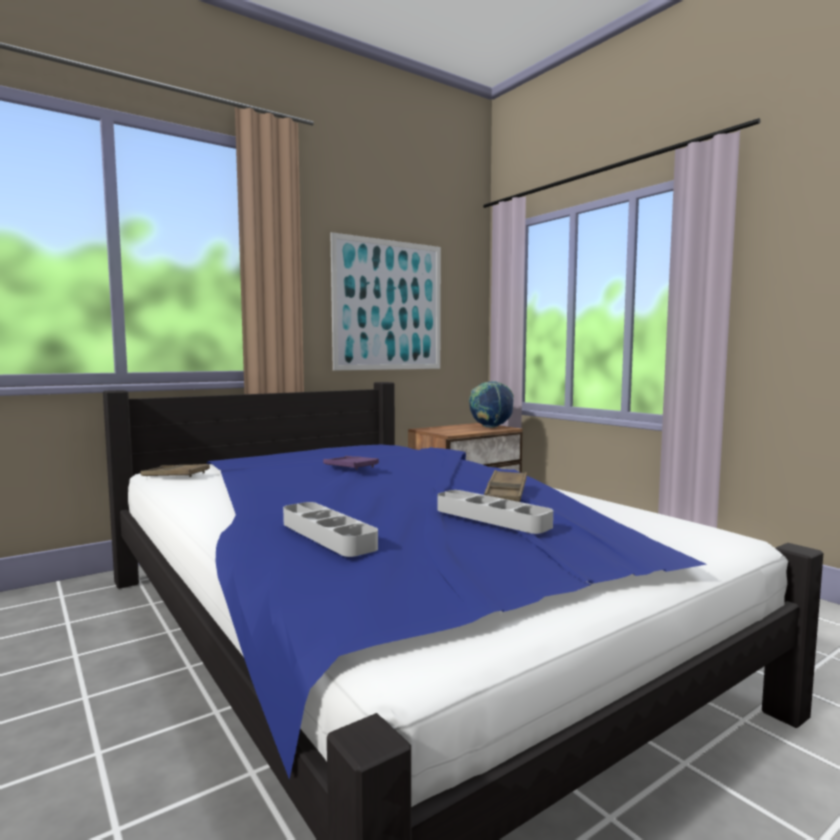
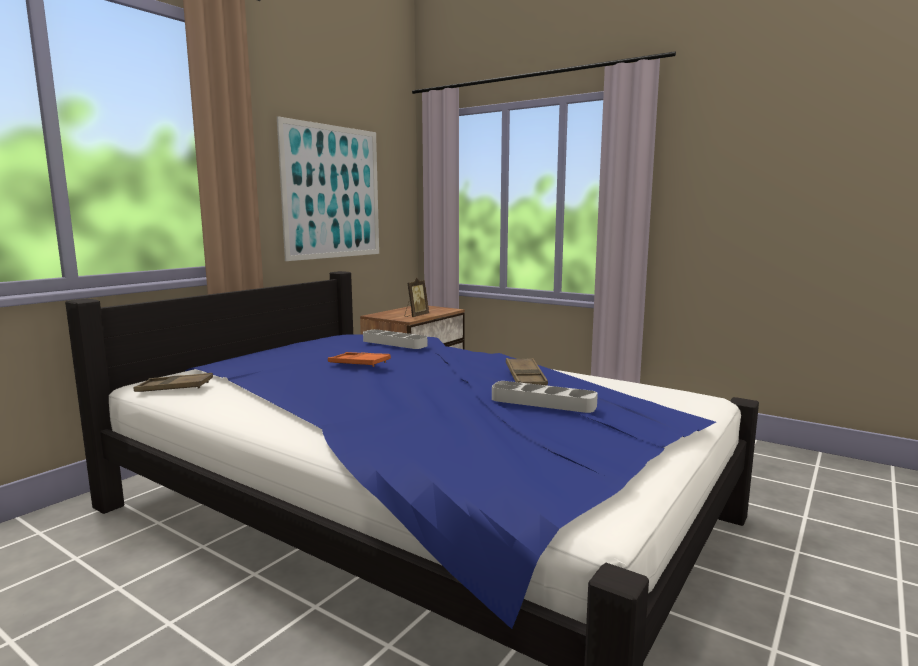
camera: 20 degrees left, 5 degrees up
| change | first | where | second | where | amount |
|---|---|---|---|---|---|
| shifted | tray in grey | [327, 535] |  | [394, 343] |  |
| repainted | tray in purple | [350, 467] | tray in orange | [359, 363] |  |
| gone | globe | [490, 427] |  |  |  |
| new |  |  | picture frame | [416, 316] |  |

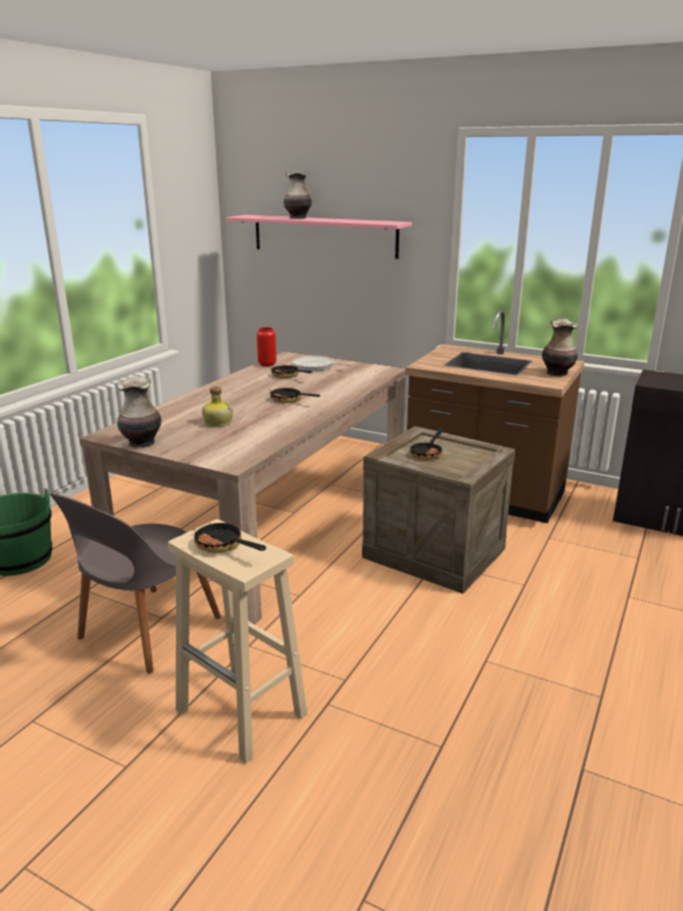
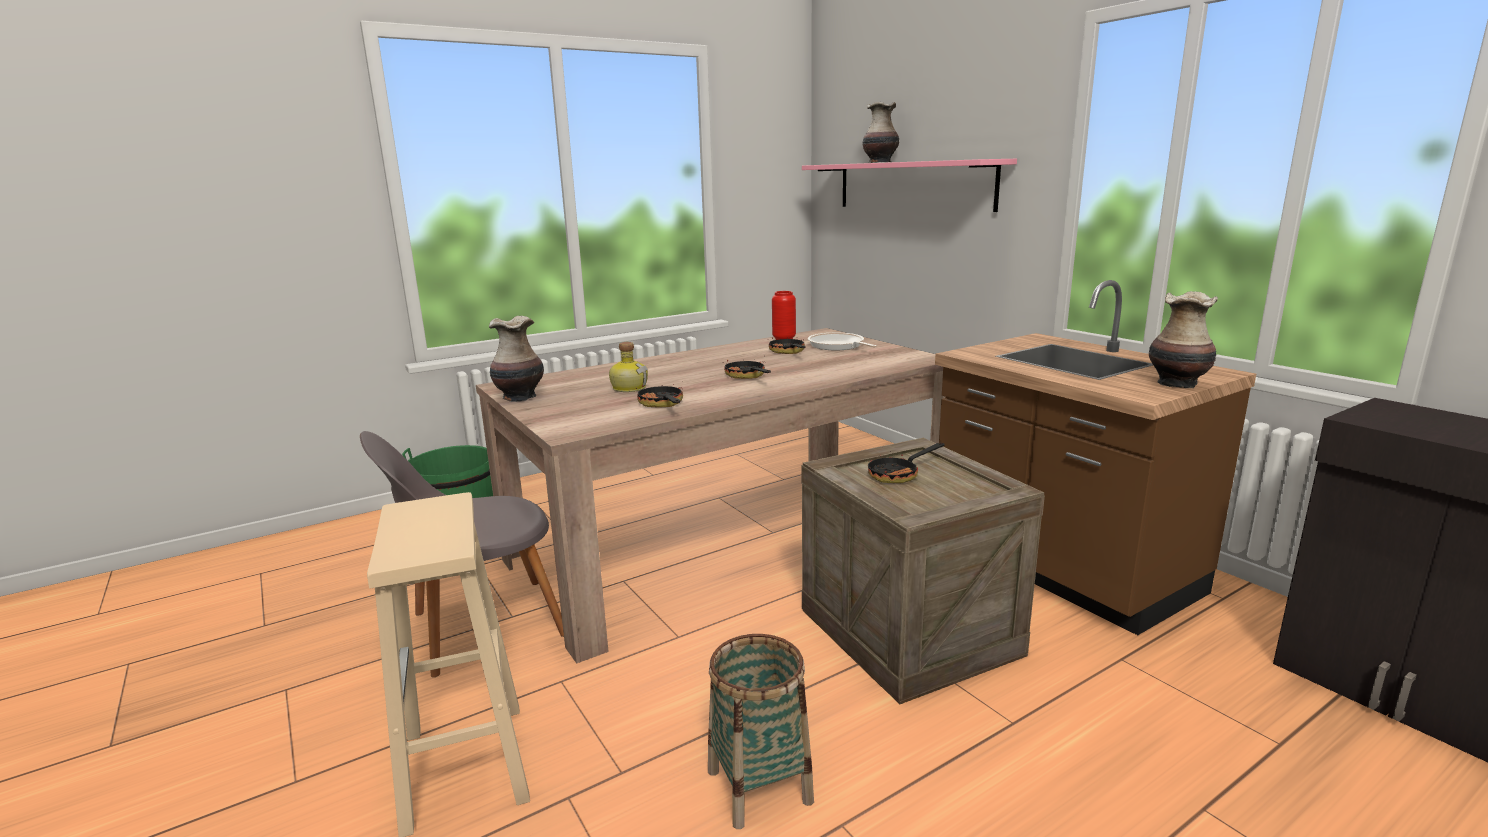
camera: 30 degrees right, 5 degrees down
| change | first | where | second | where | amount |
|---|---|---|---|---|---|
| shifted | frying pan | [223, 546] |  | [662, 404] |  |
| new |  |  | basket | [759, 786] |  |

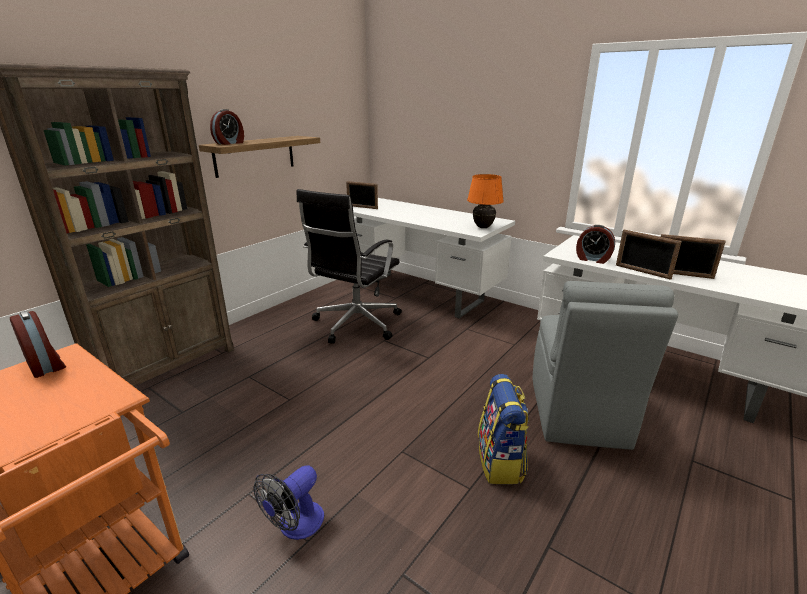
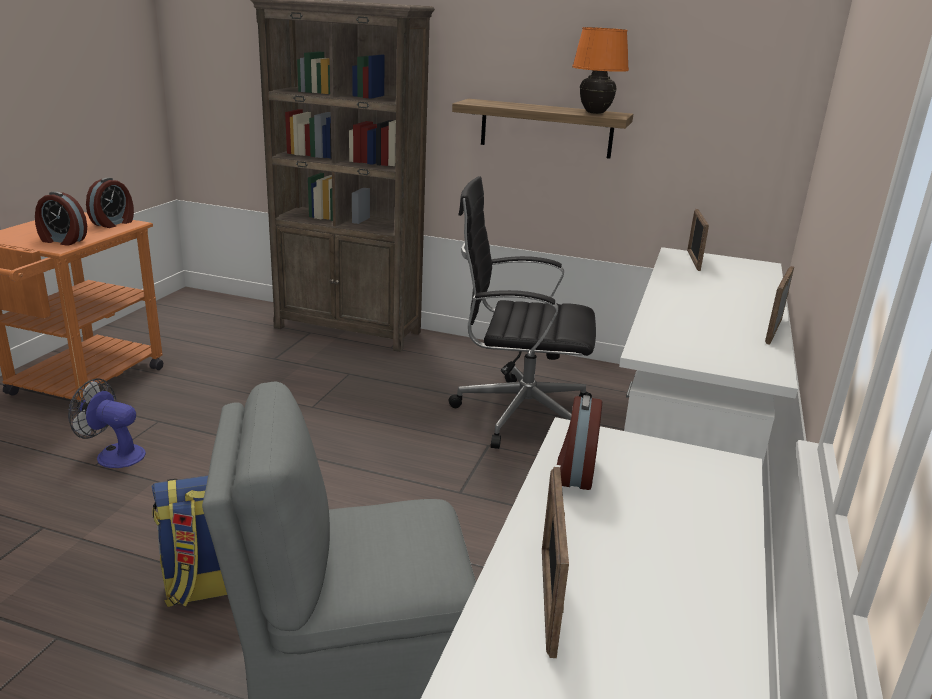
camera: 70 degrees right, 0 degrees up
| change | first | where | second | where | amount |
|---|---|---|---|---|---|
| shifted | alarm clock | [230, 143] |  | [62, 240] |  |
| shifted | table lamp in orange | [483, 227] |  | [595, 113] |  |
| shifted | picture frame | [642, 272] |  | [773, 330] |  |

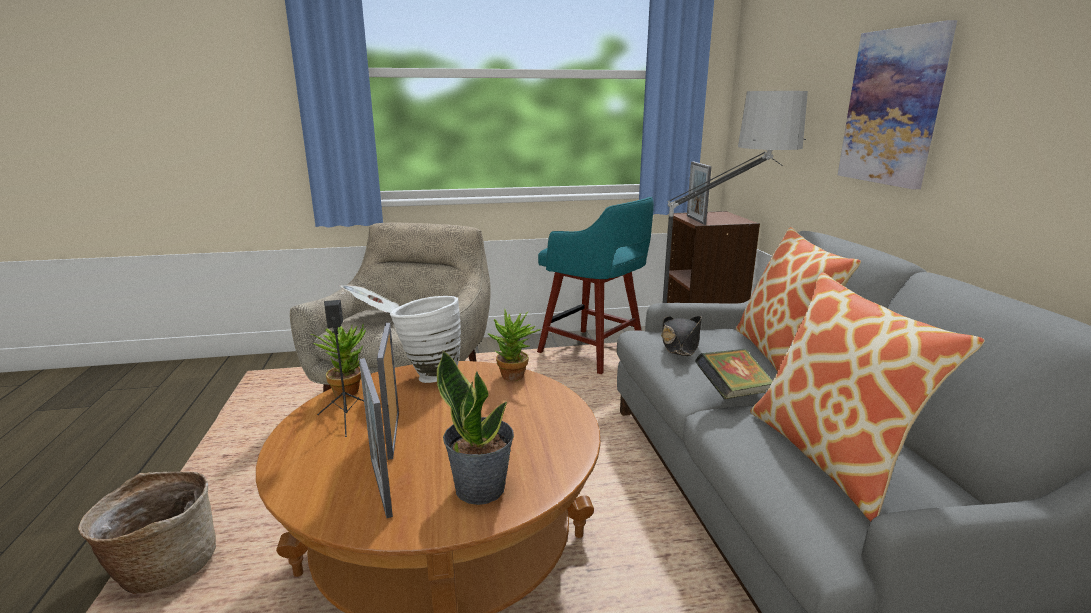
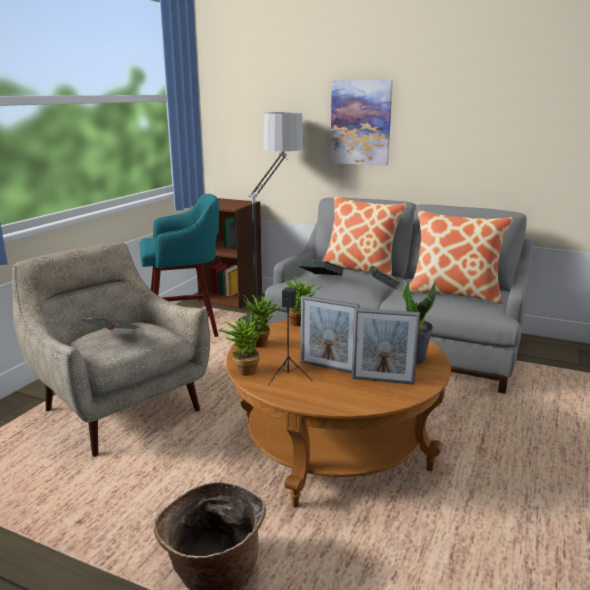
camera: 55 degrees left, 0 degrees up
| change | first | where | second | where | amount |
|---|---|---|---|---|---|
| swapped | vase in white | [429, 375] | potted plant | [261, 343] |  |
| swapped | hat in black | [680, 344] | book | [321, 279] |  |
| gone | picture frame | [695, 220] |  |  |  |

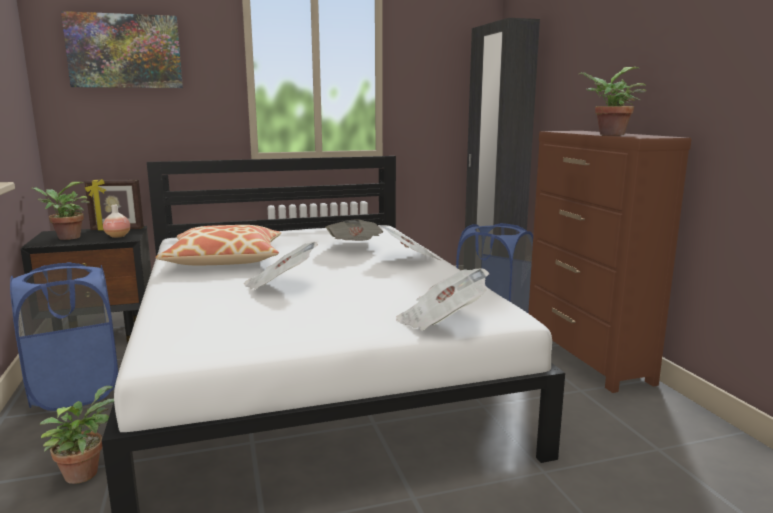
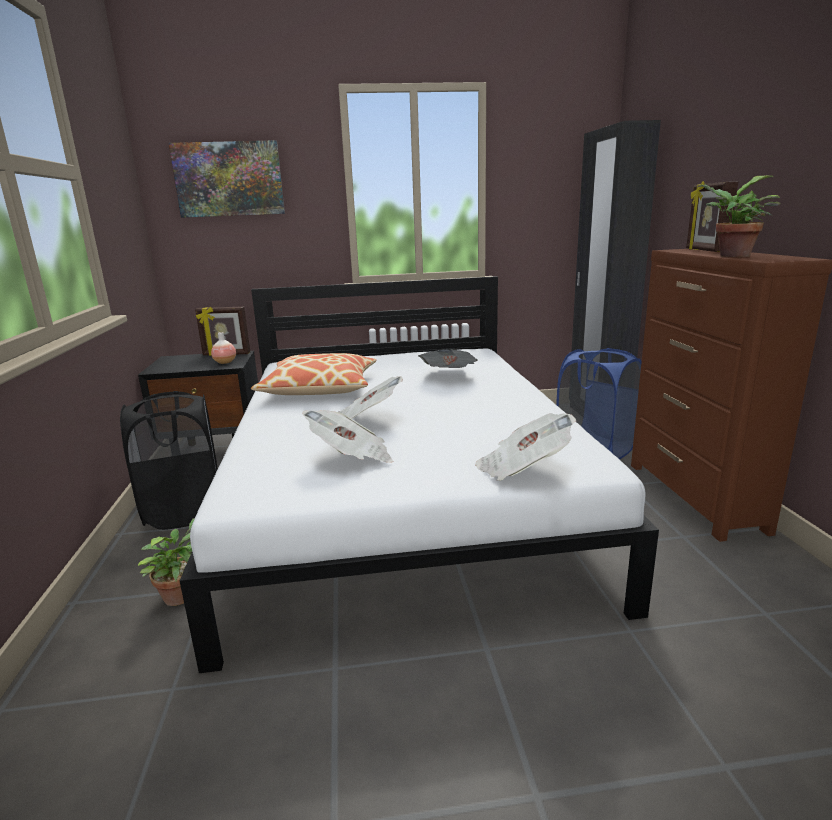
camera: 10 degrees right, 5 degrees up
| change | first | where | second | where | amount |
|---|---|---|---|---|---|
| repainted | laundry basket in blue | [75, 391] | laundry basket in black | [185, 511] |  |
| gone | potted plant | [66, 238] |  |  |  |
| shifted | newspaper | [410, 259] |  | [352, 457] |  |
| new |  |  | picture frame | [704, 251] |  |

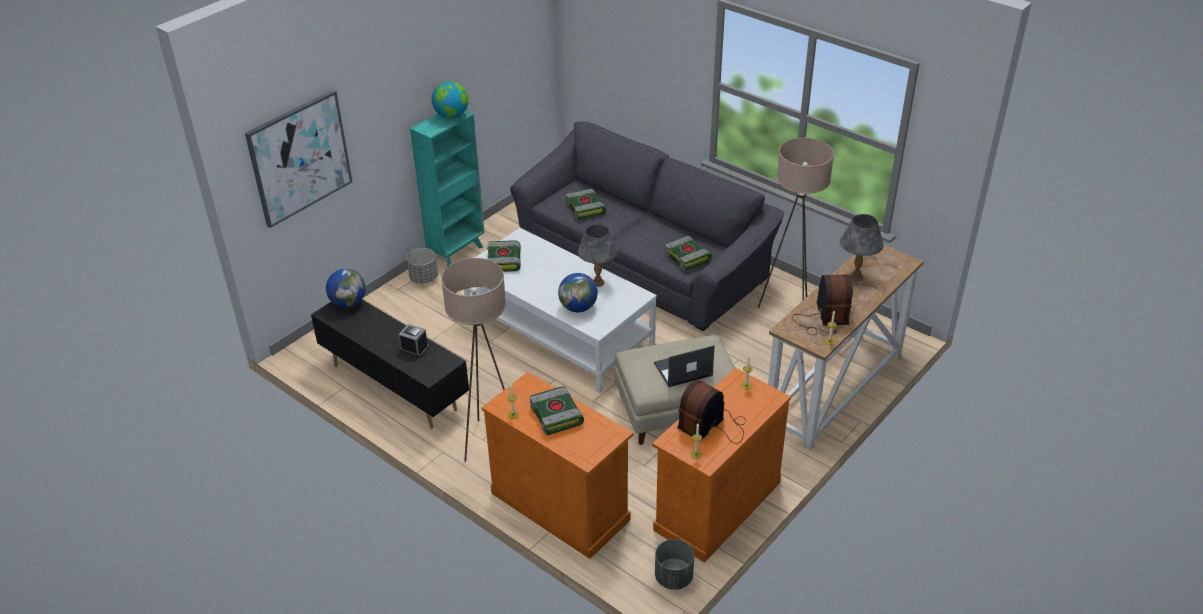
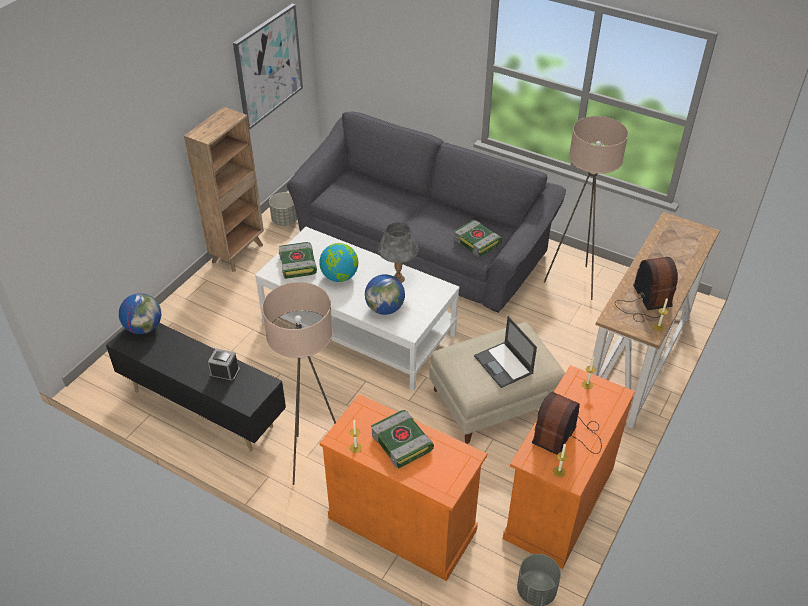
camera: 10 degrees left, 5 degrees up
| change | first | where | second | where | amount |
|---|---|---|---|---|---|
| shifted | picture | [300, 158] |  | [268, 66] |  |
| shifted | planter in grey | [424, 278] |  | [285, 220] |  |
| repainted | bookcase in turquoise | [457, 252] | bookcase in brown | [238, 253] |  |
| shifted | globe | [452, 116] |  | [340, 277] |  |
| gone | book | [586, 208] |  |  |  |
| rotated | laptop | [682, 370] |  | [504, 365] | 90 degrees counterclockwise |
| gone | table lamp in grey | [856, 276] |  |  |  |

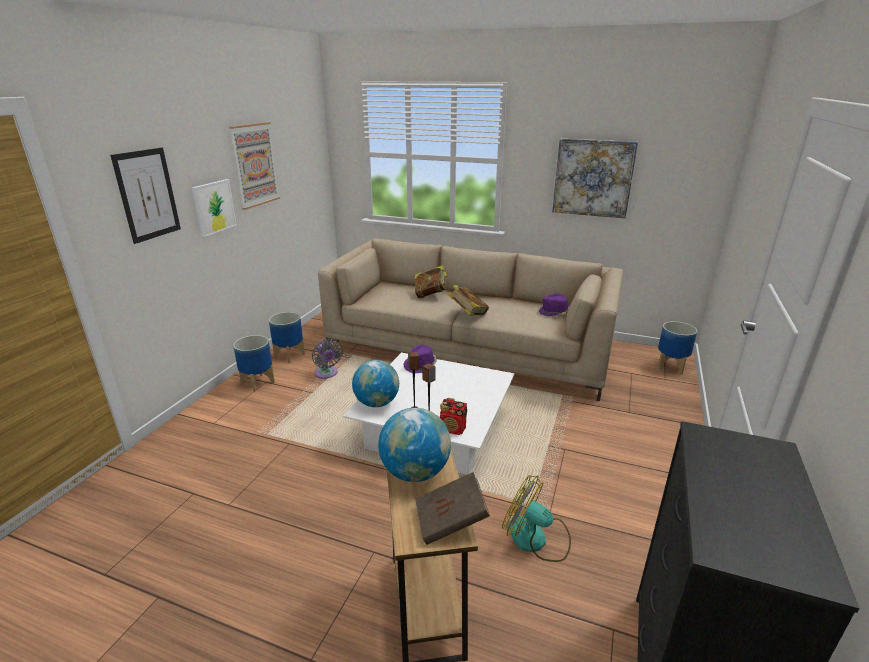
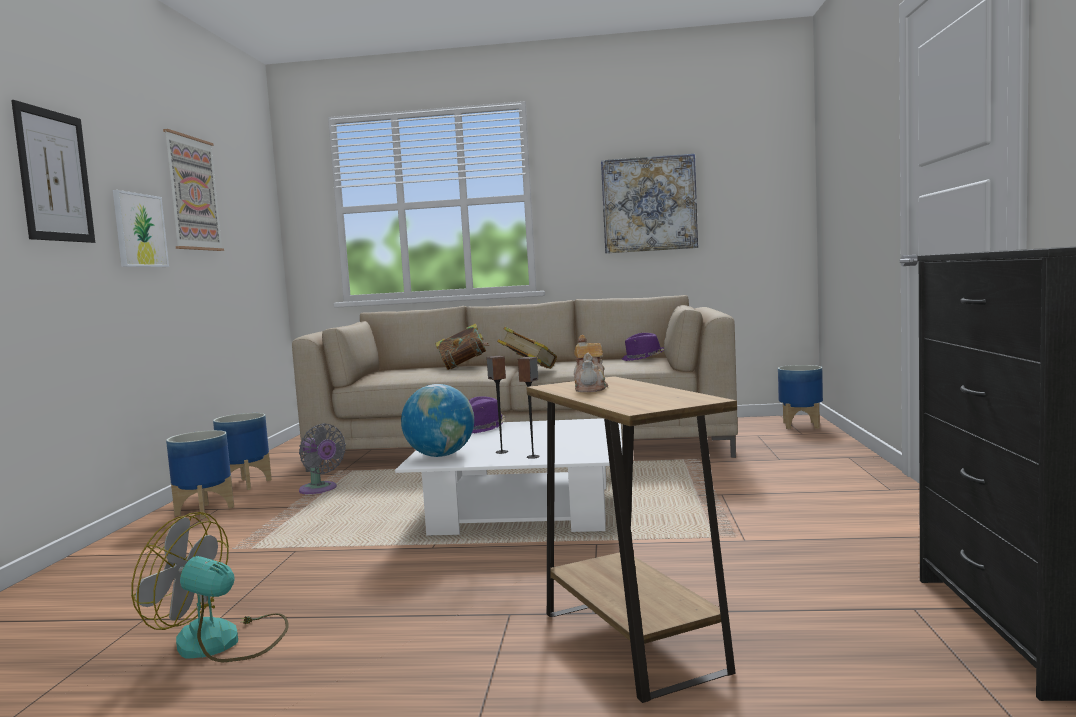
camera: 15 degrees left, 20 degrees down
| change | first | where | second | where | amount |
|---|---|---|---|---|---|
| swapped | globe | [415, 472] | teapot | [590, 388] |  |
| gone | book in brown | [450, 521] |  |  |  |
| gone | radio | [453, 429] |  |  |  |
| shifted | fan | [536, 539] |  | [222, 642] |  |

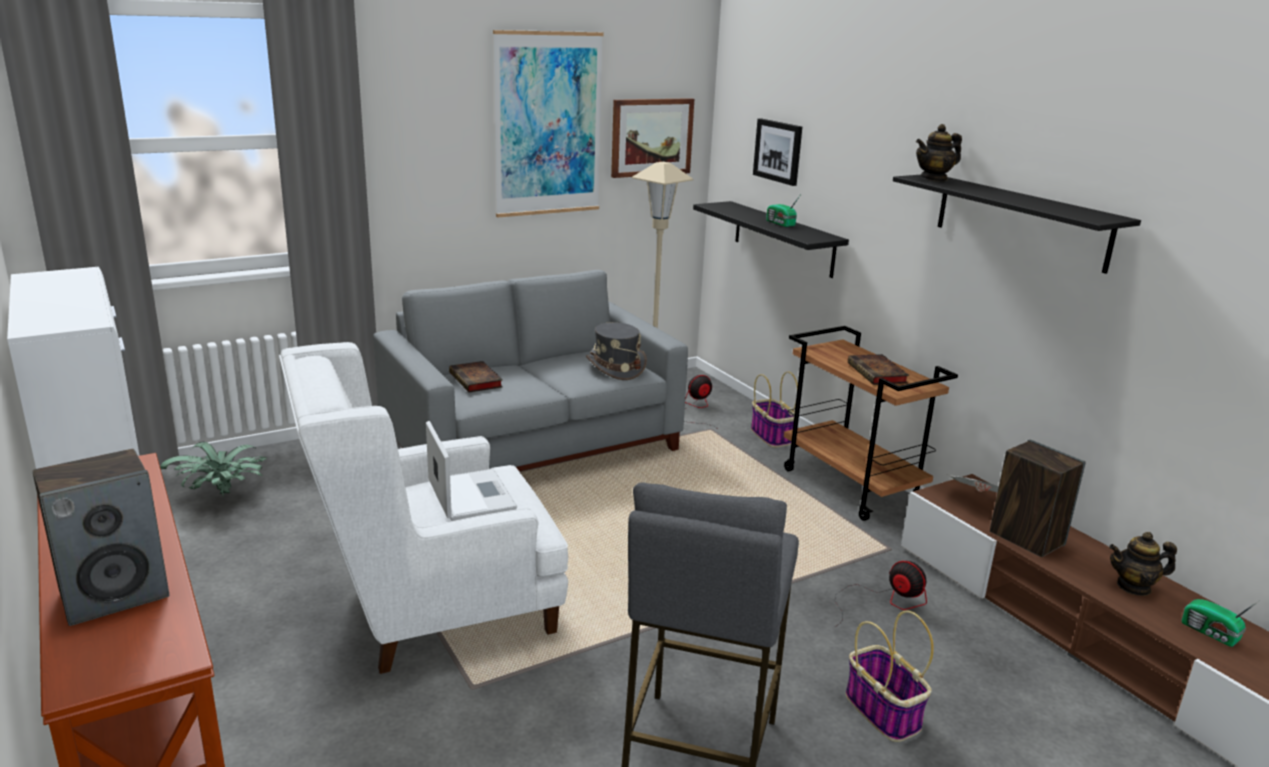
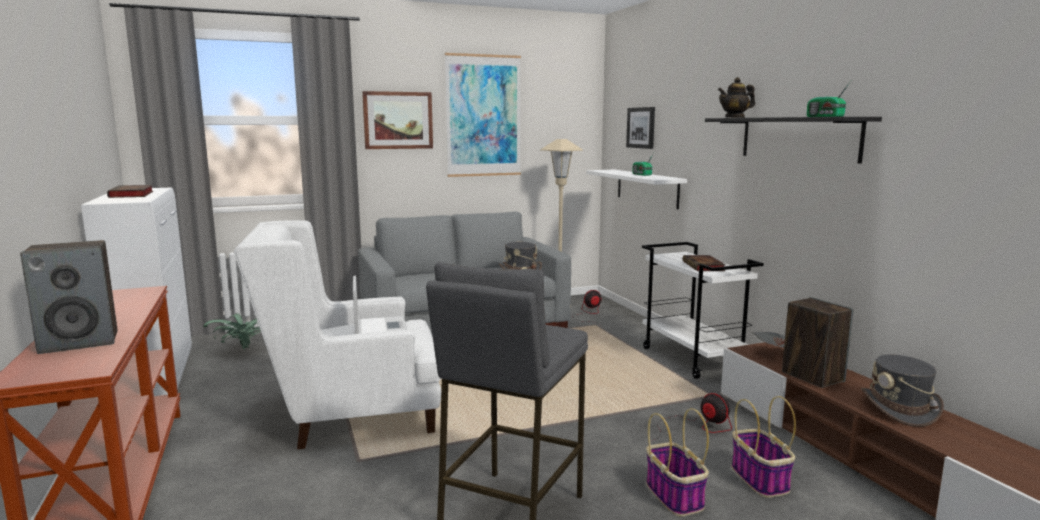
camera: 10 degrees right, 10 degrees down
| change | first | where | second | where | amount |
|---|---|---|---|---|---|
| shifted | book | [477, 381] |  | [132, 195] |  |
| shifted | picture | [651, 137] |  | [398, 120] |  |
| repainted | shelf in black | [783, 238] | shelf in white | [647, 188] |  |
| shifted | basket | [772, 436] |  | [760, 479] |  |
| repainted | cart in brown | [852, 487] | cart in white | [693, 359] |  |
| swapped | teapot | [1134, 587] | hat in grey | [899, 409] |  |
| shifted | radio | [1211, 633] |  | [825, 116] |  |

